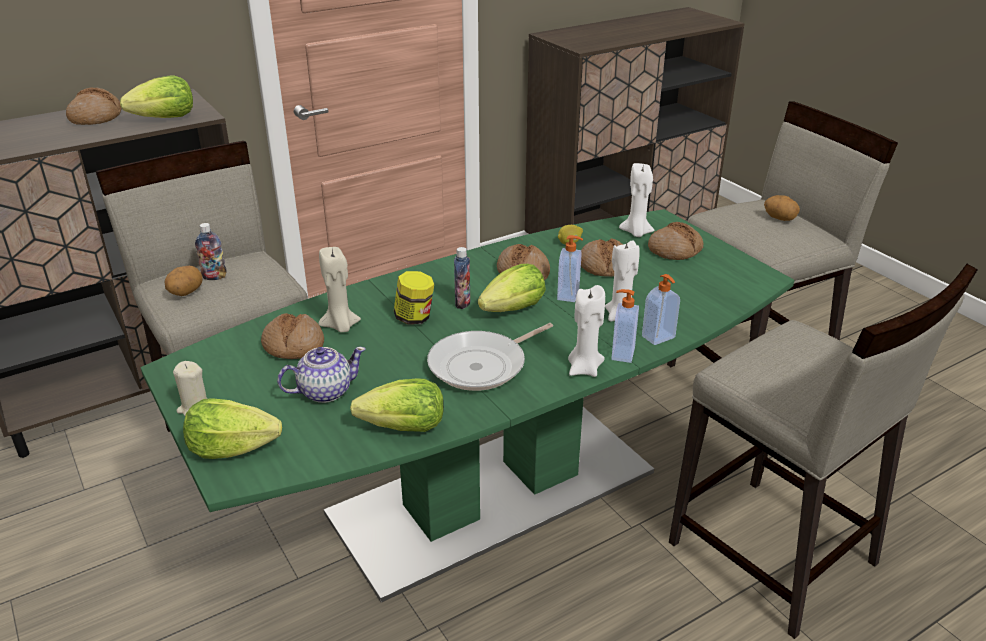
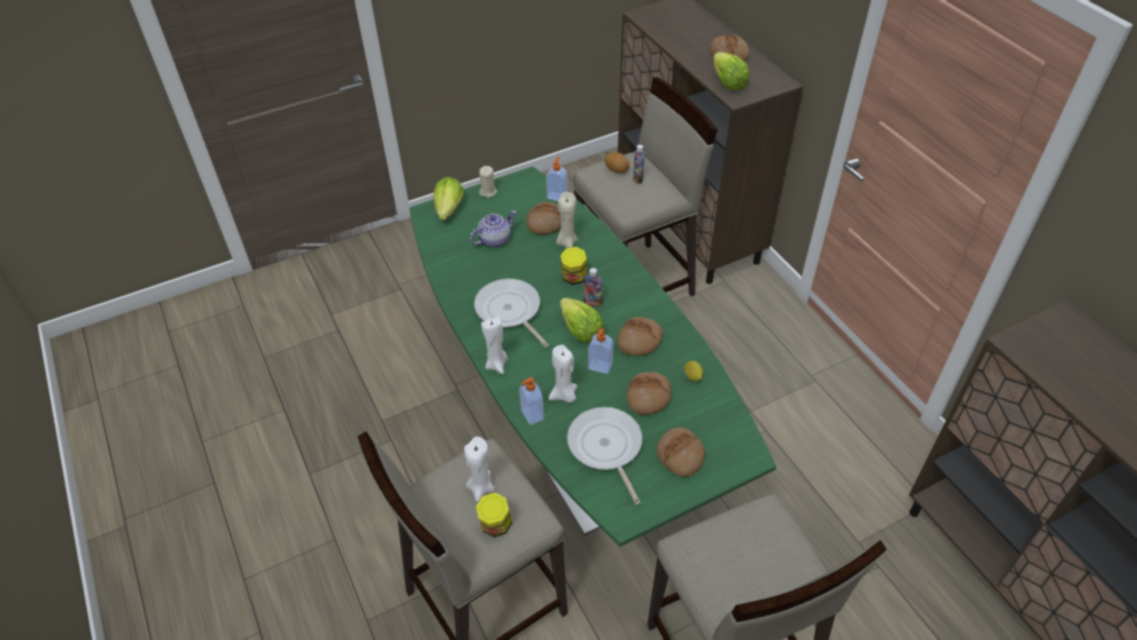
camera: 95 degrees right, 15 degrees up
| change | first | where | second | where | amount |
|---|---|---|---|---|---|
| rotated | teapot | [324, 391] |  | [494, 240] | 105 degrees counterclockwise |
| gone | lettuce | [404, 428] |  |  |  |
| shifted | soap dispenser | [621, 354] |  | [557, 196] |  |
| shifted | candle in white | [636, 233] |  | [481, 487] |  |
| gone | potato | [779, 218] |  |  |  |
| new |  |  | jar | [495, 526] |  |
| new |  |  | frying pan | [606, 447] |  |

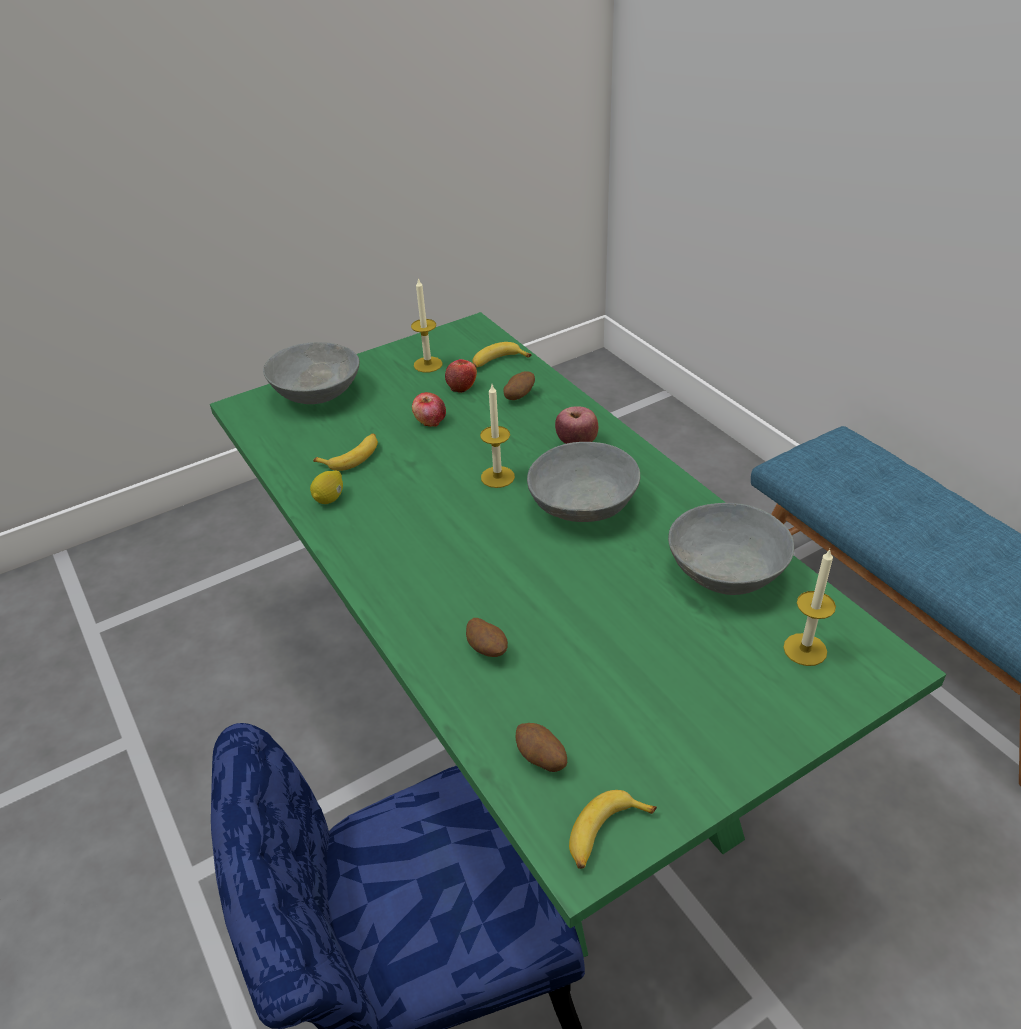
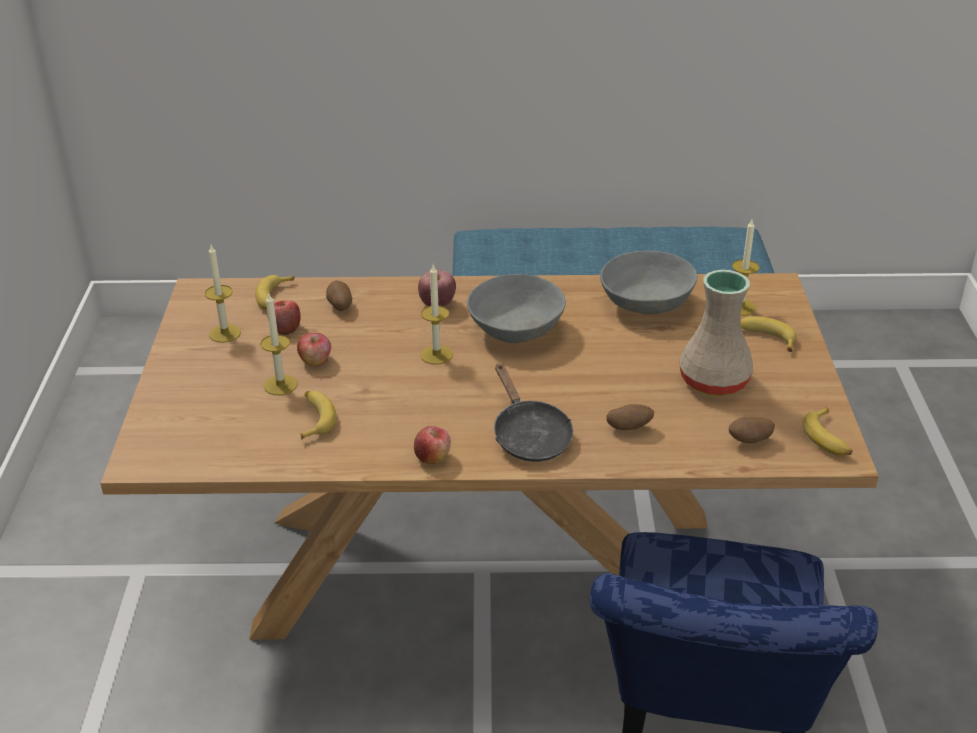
camera: 60 degrees left, 5 degrees down
| change | first | where | second | where | amount |
|---|---|---|---|---|---|
| repainted | dining table in green | [517, 709] | dining table in brown | [489, 574] |  |
| gone | bowl in grey | [316, 394] |  |  |  |
| gone | lemon | [330, 498] |  |  |  |
| new |  |  | candle | [280, 385] |  |
| new |  |  | apple | [432, 457] |  |
| new |  |  | frying pan in black | [529, 436] |  |
| new |  |  | vase in beige | [713, 380] |  |
| new |  |  | banana | [765, 338] |  |

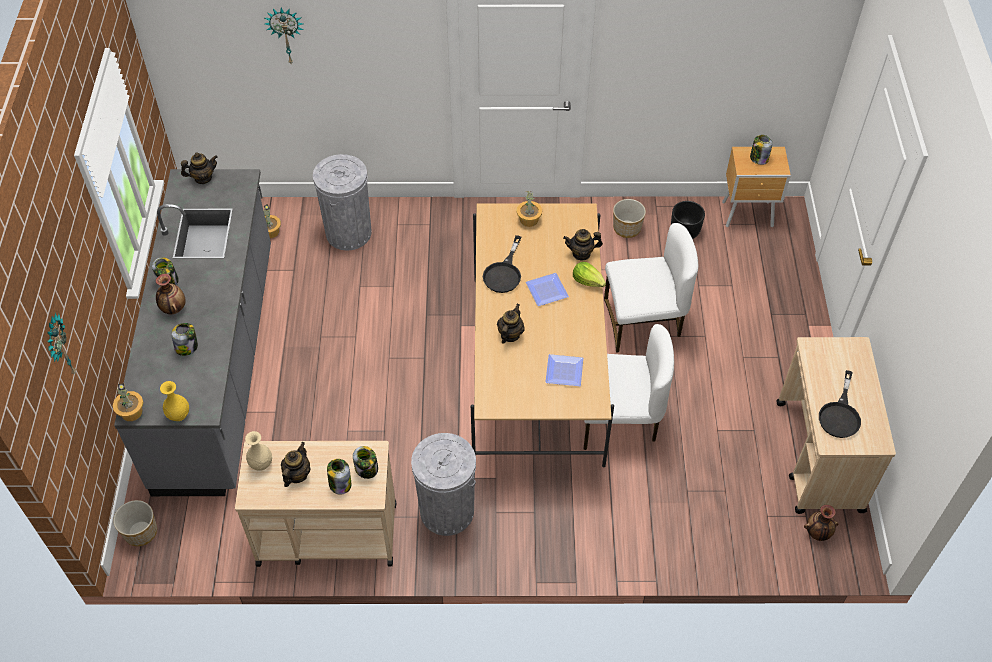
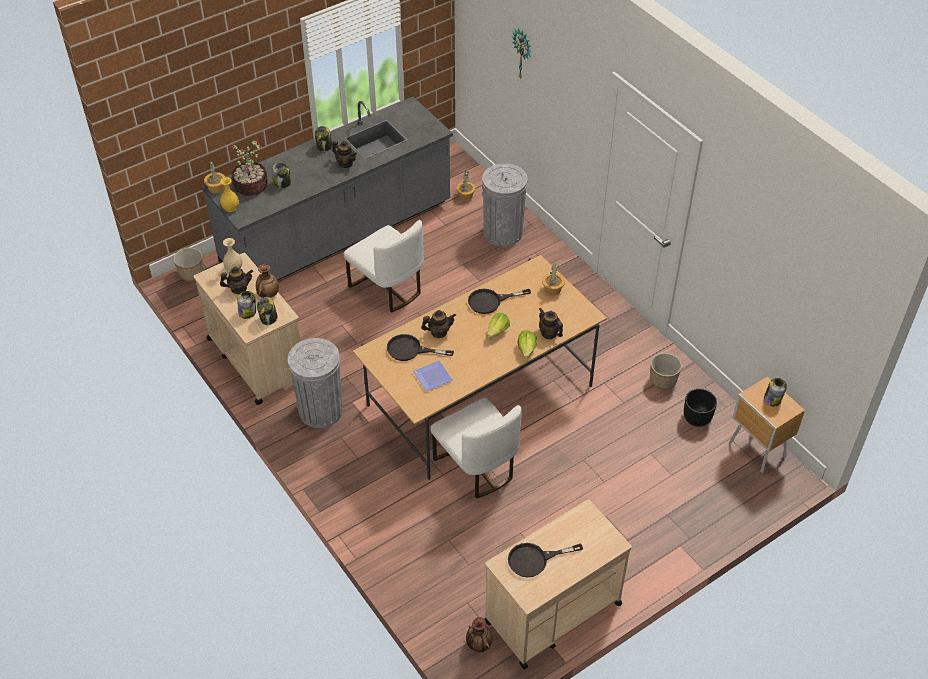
camera: 55 degrees right, 5 degrees down
| change | first | where | second | where | amount |
|---|---|---|---|---|---|
| gone | wall clock | [58, 349] |  |  |  |
| shifted | vase | [173, 308] |  | [268, 294] |  |
| shifted | teapot | [203, 178] |  | [345, 163] |  |
| swapped | plate | [547, 289] | lettuce | [497, 331] |  |
| shifted | chair in white | [643, 322] |  | [387, 288] |  |
| new |  |  | potted plant | [250, 187] |  |
| new |  |  | frying pan in black | [410, 350] |  |

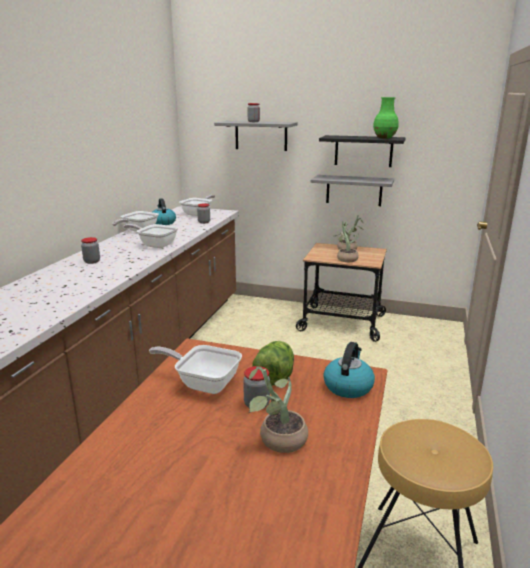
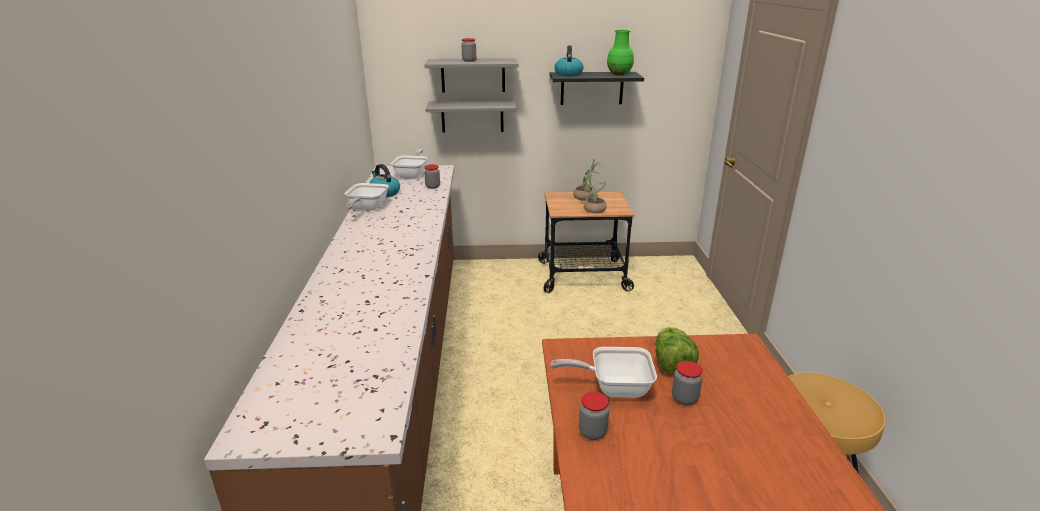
camera: 20 degrees left, 5 degrees up
| change | first | where | second | where | amount |
|---|---|---|---|---|---|
| shifted | jar | [92, 261] |  | [592, 432] |  |
| gone | frying pan | [155, 245] |  |  |  |
| gone | potted plant | [277, 440] |  |  |  |
| shifted | shelf in grey | [354, 190] |  | [472, 116] |  |
| shifted | kettle | [348, 386] |  | [568, 74] |  |

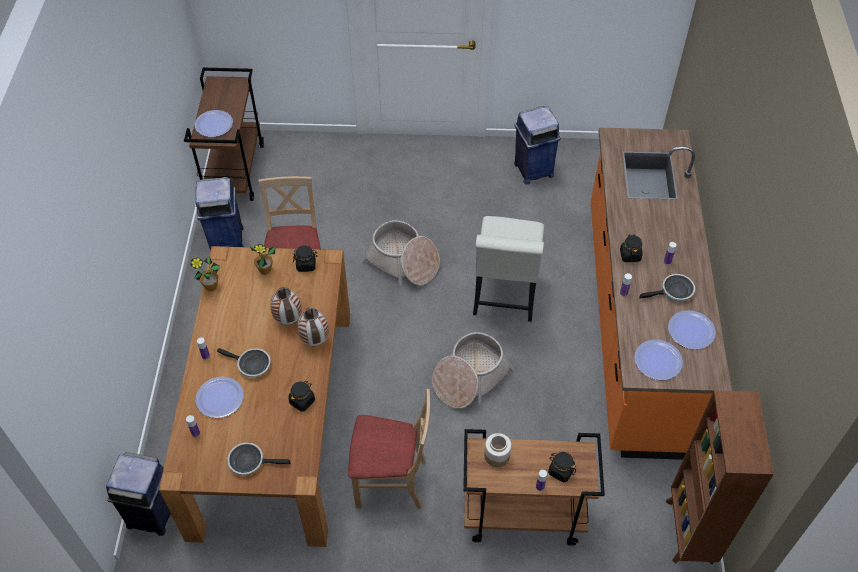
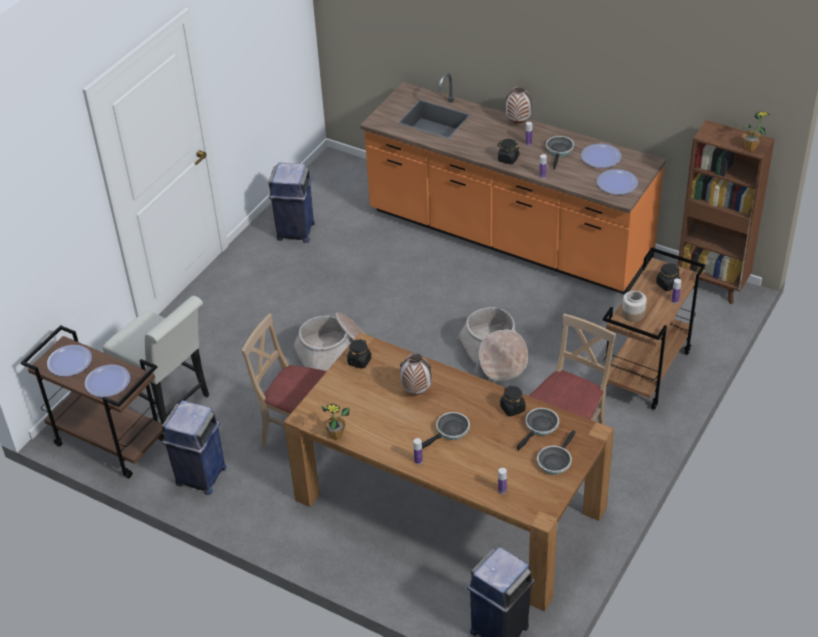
camera: 60 degrees left, 10 degrees down
| change | first | where | second | where | amount |
|---|---|---|---|---|---|
| shifted | plate | [219, 398] |  | [69, 362] |  |
| shifted | potted plant | [265, 270] |  | [750, 148] |  |
| shifted | vase | [315, 341] |  | [518, 122] |  |
| shifted | chair in white | [504, 299] |  | [169, 404] |  |
| new |  |  | frying pan | [540, 427] |  |

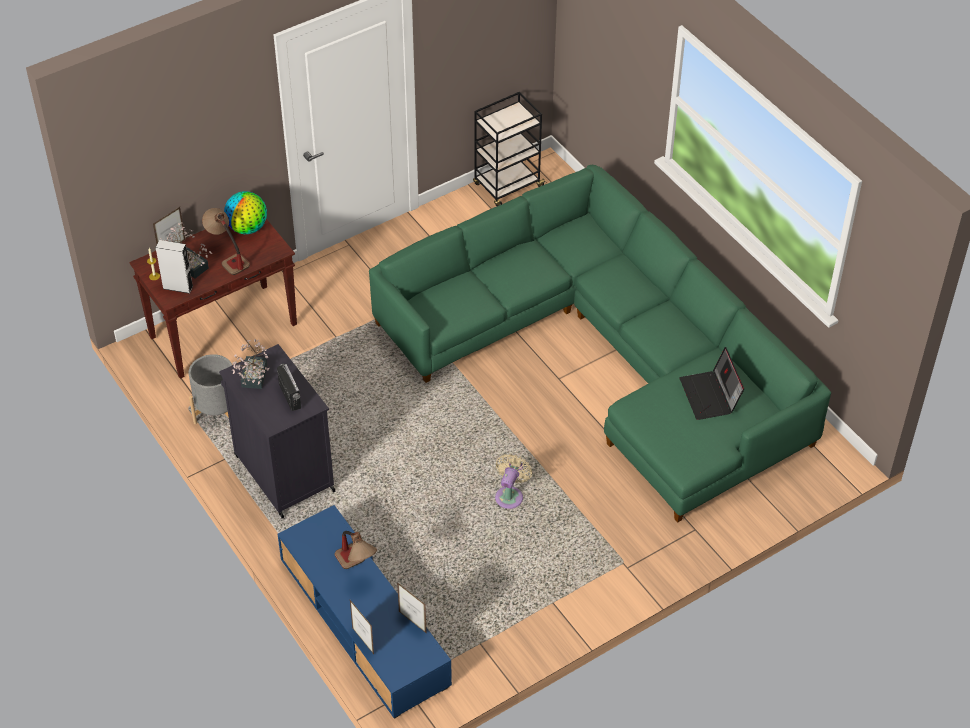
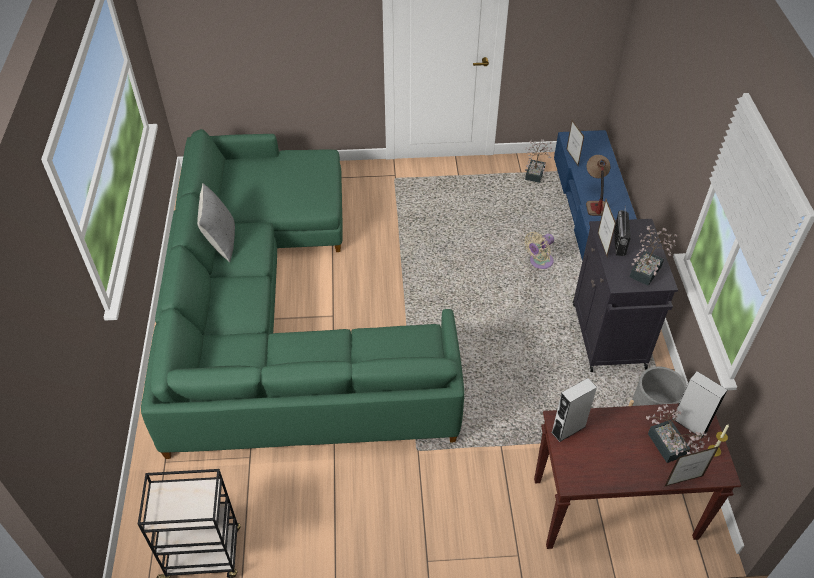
camera: 150 degrees left, 0 degrees up
| change | first | where | second | where | amount |
|---|---|---|---|---|---|
| gone | table lamp | [227, 257] |  |  |  |
| gone | globe | [247, 228] |  |  |  |
| shifted | picture frame | [363, 641] |  | [602, 245] |  |
| shifted | fan in beige | [510, 495] |  | [539, 262] |  |
| gone | laptop | [710, 396] |  |  |  |
| new |  |  | pillow in grey | [221, 242] |  |
| new |  |  | potted plant | [535, 172] |  |
| new |  |  | speaker in grey | [568, 429] |  |

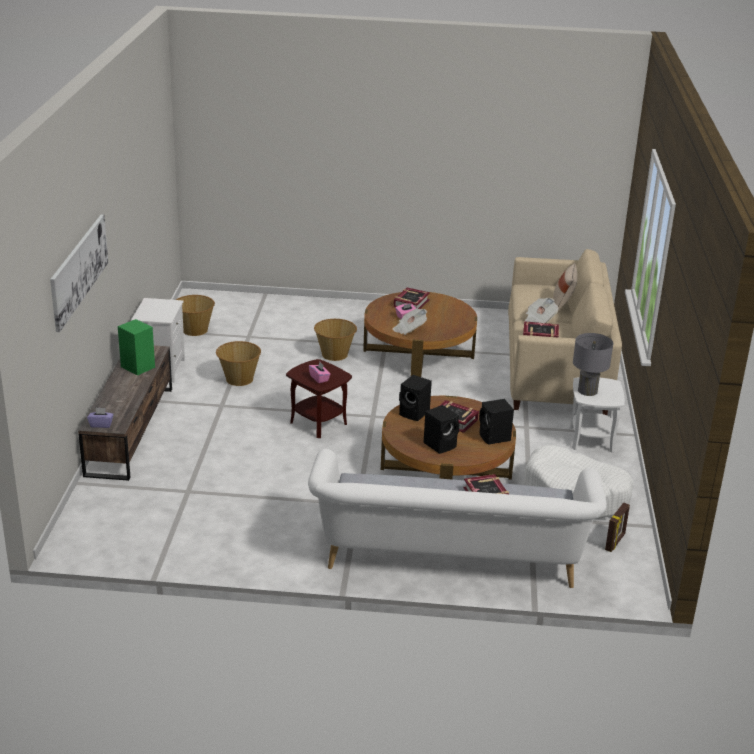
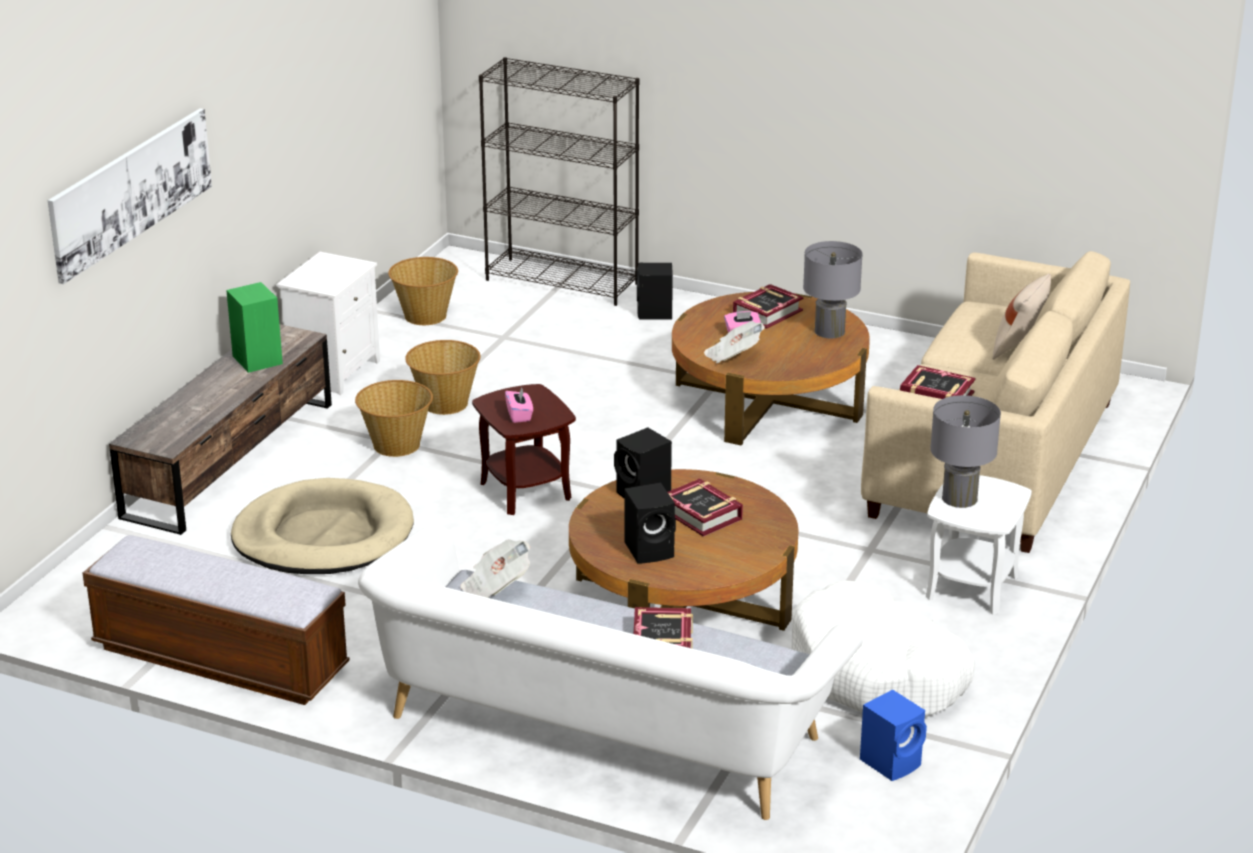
camera: 20 degrees right, 0 degrees up
| change | first | where | second | where | amount |
|---|---|---|---|---|---|
| gone | tissue box in purple | [101, 424] |  |  |  |
| shifted | basket | [335, 355] |  | [396, 445] |  |
| shifted | speaker in black | [494, 438] |  | [654, 314] |  |
| shifted | newspaper | [539, 320] |  | [496, 585] |  |
| swapped | picture frame | [615, 542] | speaker in blue | [892, 762] |  |
| new |  |  | bench | [220, 659] |  |
| new |  |  | dog bed in beige | [323, 536] |  |
| new |  |  | bookcase in black | [563, 282] |  |
| new |  |  | table lamp in grey | [829, 331] |  |

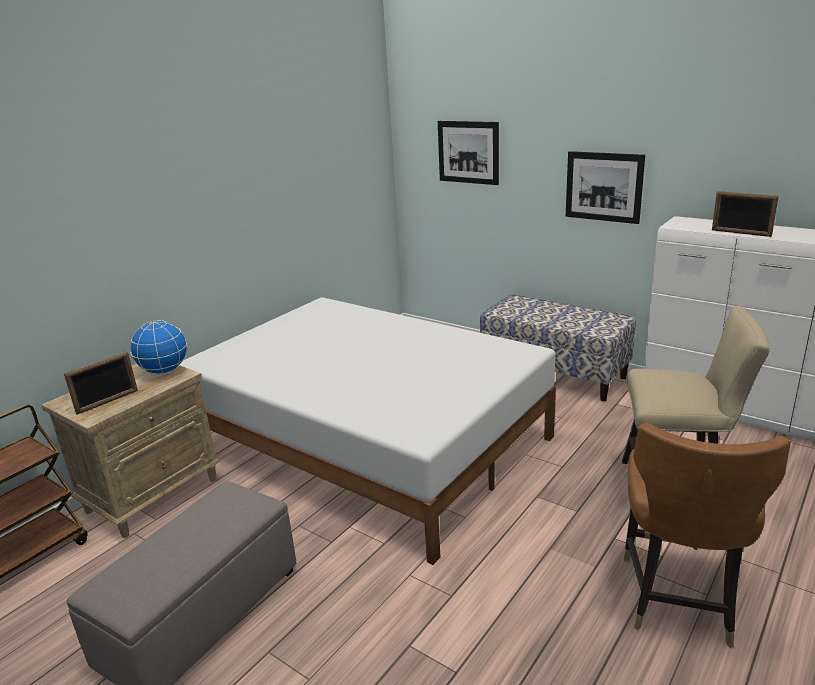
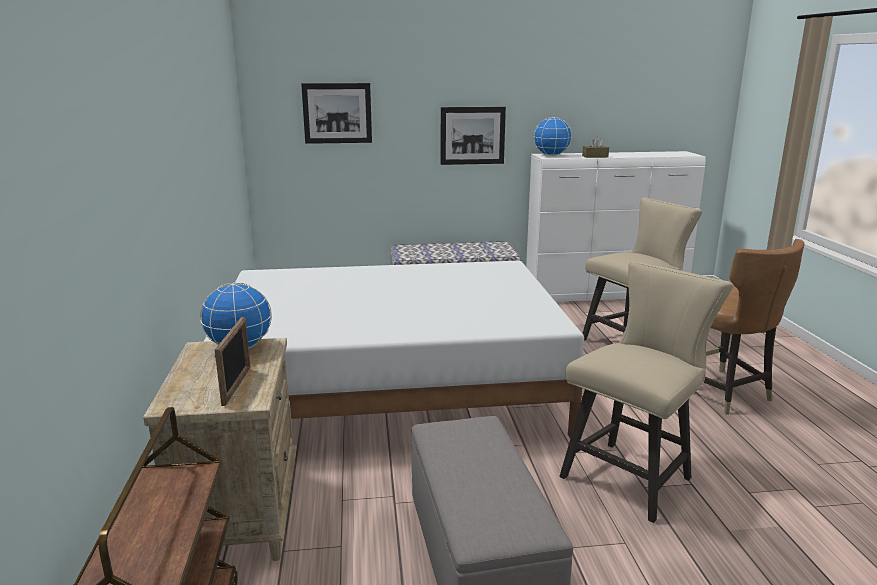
camera: 45 degrees left, 5 degrees down
| change | first | where | second | where | amount |
|---|---|---|---|---|---|
| swapped | picture frame | [740, 233] | tissue box in brown | [595, 156] |  |
| new |  |  | globe | [551, 155] |  |
| new |  |  | chair in beige | [632, 474] |  |

